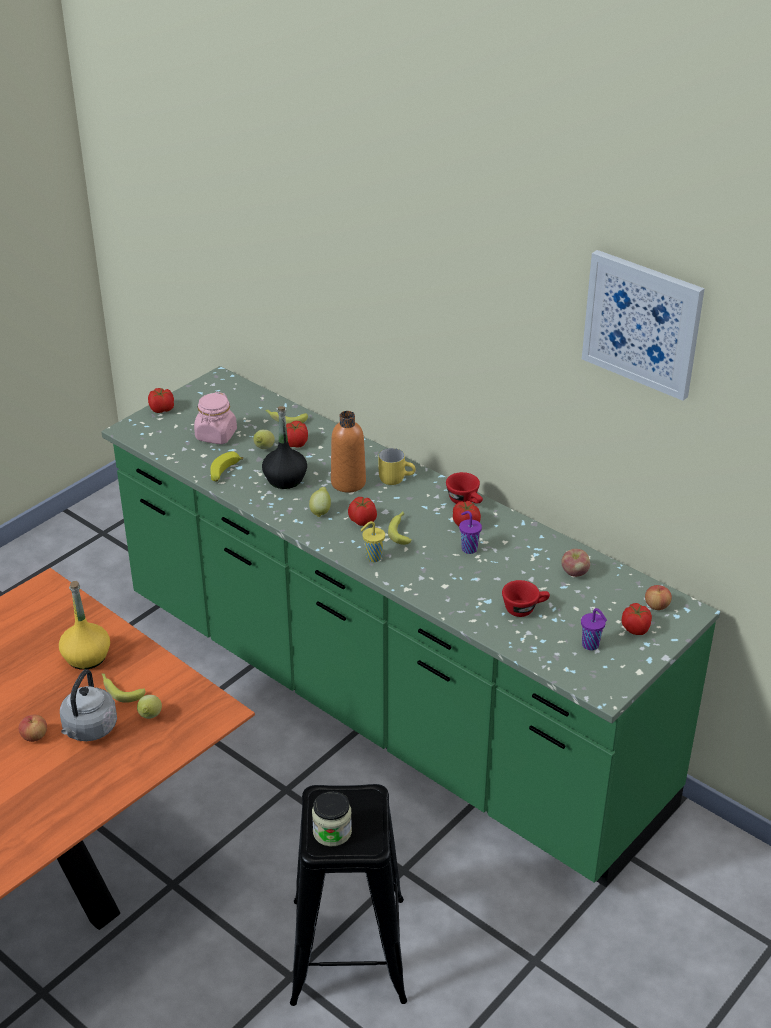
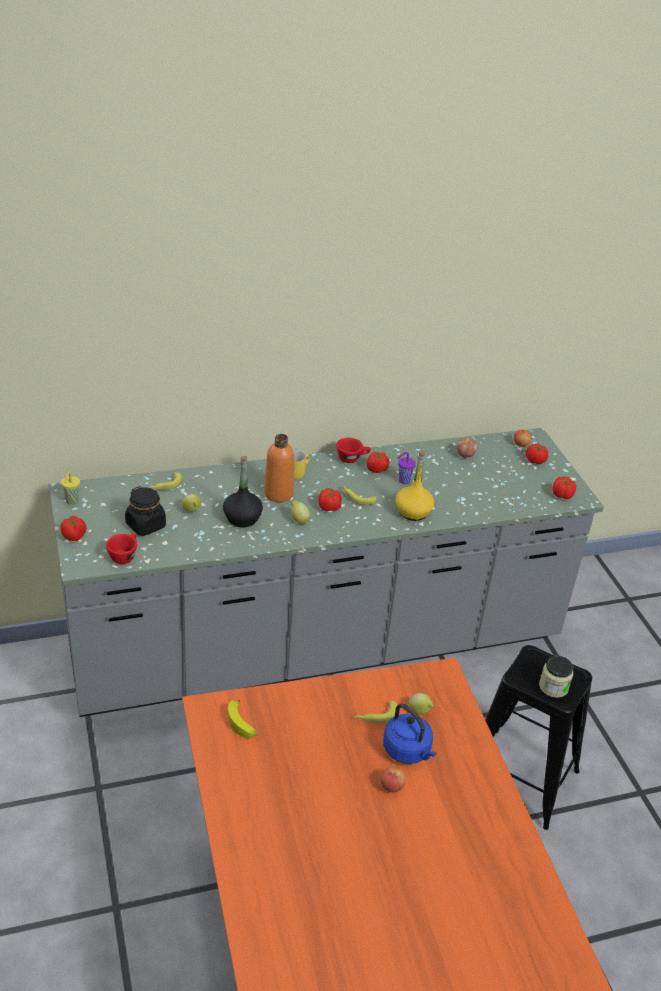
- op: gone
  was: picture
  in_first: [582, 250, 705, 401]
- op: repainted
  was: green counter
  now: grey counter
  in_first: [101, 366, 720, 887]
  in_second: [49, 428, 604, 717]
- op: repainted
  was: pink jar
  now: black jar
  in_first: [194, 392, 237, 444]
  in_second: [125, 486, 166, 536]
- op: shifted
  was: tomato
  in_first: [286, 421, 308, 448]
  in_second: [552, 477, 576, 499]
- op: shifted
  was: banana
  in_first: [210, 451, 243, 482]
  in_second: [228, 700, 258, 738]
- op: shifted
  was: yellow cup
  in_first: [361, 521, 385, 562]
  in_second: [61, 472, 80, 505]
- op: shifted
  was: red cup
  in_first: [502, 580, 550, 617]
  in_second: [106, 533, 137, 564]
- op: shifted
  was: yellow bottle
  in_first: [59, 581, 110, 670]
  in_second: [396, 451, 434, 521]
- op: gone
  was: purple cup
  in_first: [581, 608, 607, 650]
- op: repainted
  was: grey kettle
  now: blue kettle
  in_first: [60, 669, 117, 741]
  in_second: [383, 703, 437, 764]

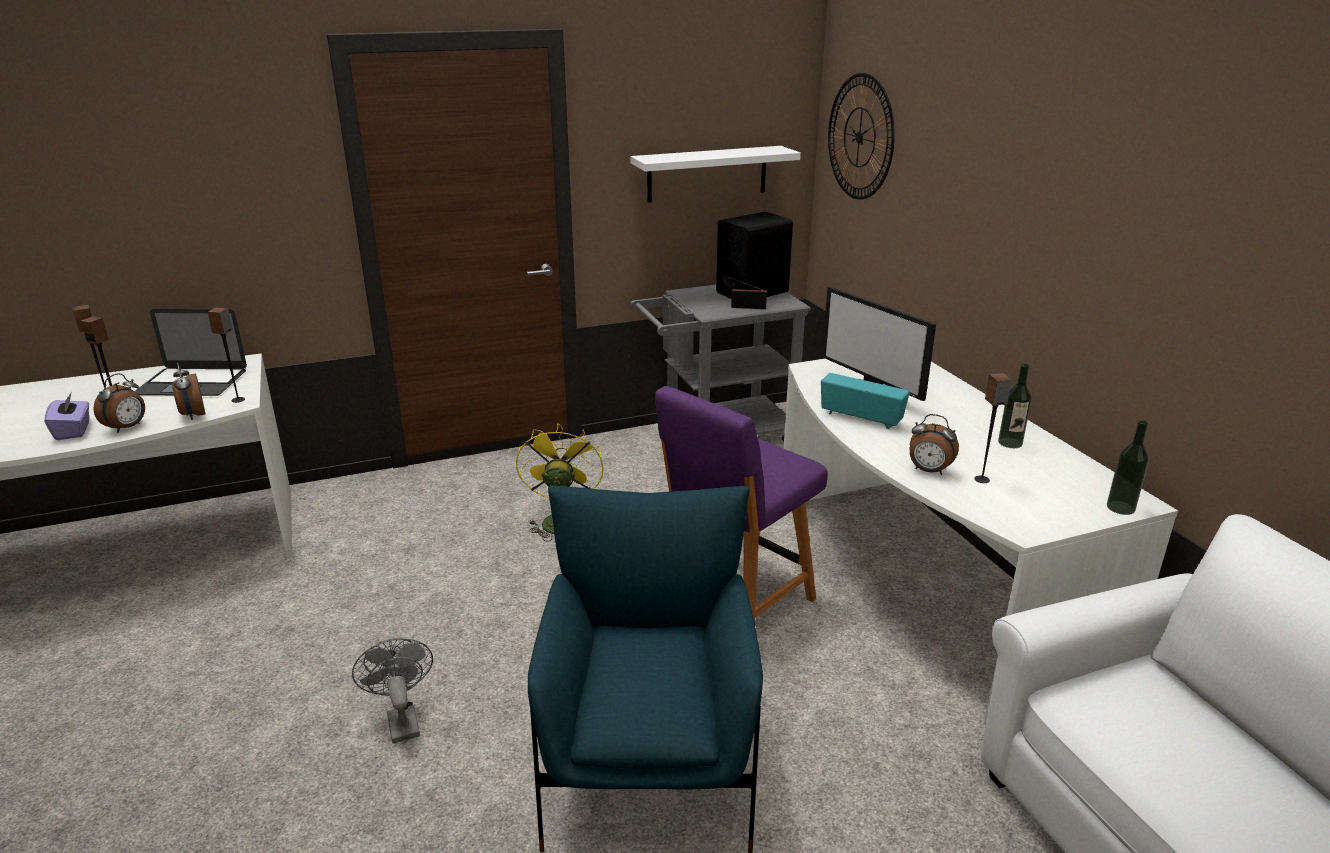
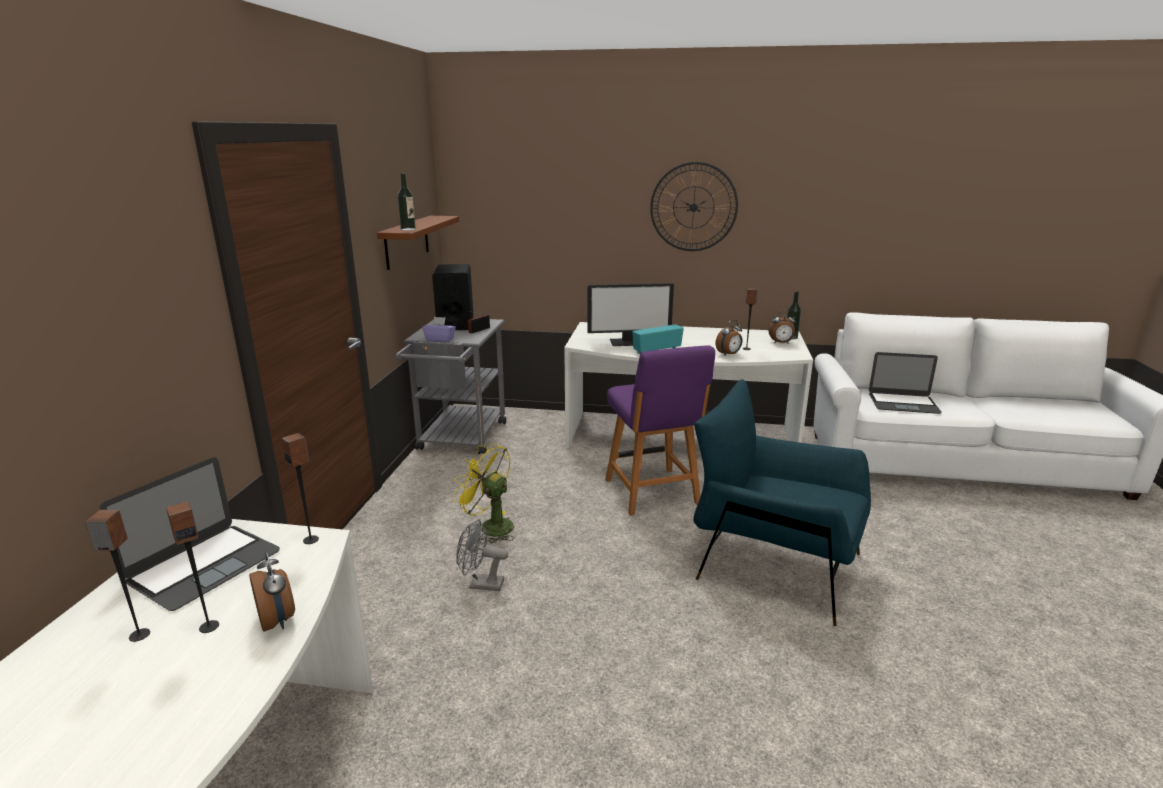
- op: shifted
  was: wall clock
  in_first: [828, 73, 895, 200]
  in_second: [650, 162, 738, 251]
- op: repainted
  was: white shelf
  now: brown shelf
  in_first: [631, 146, 801, 203]
  in_second: [377, 216, 459, 270]
- op: shifted
  was: alarm clock
  in_first: [172, 362, 205, 420]
  in_second: [768, 310, 796, 344]
- op: shifted
  was: bottle
  in_first: [998, 364, 1031, 448]
  in_second: [398, 173, 416, 231]
- op: shifted
  was: purple tissue box
  in_first: [45, 393, 89, 440]
  in_second: [422, 317, 456, 342]
- op: shifted
  was: grey fan
  in_first: [352, 638, 433, 744]
  in_second: [456, 519, 508, 591]
- op: new
  now: laptop
  in_second: [869, 352, 942, 414]

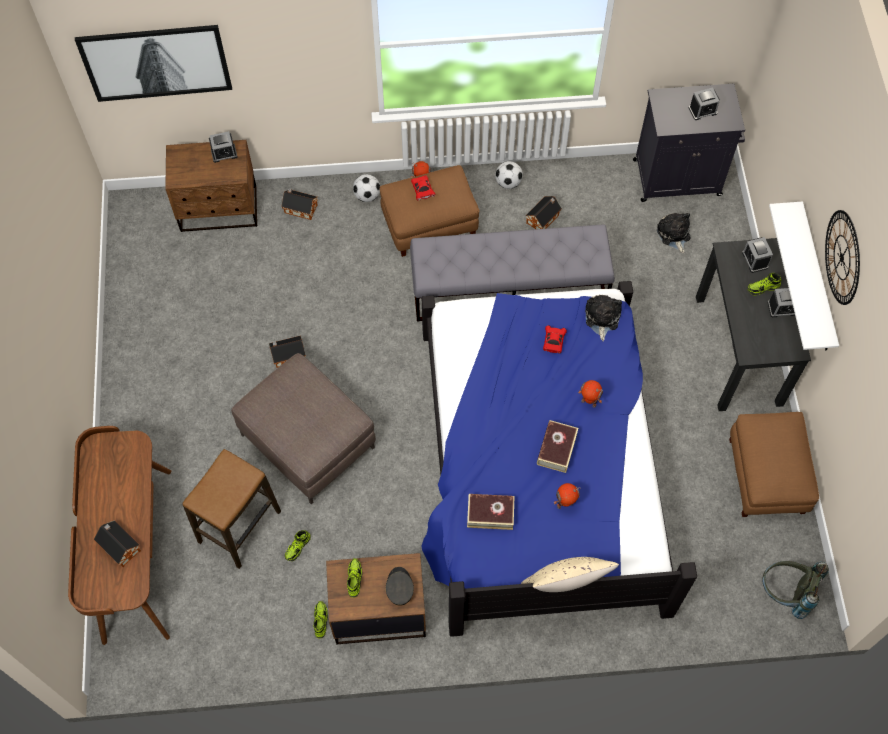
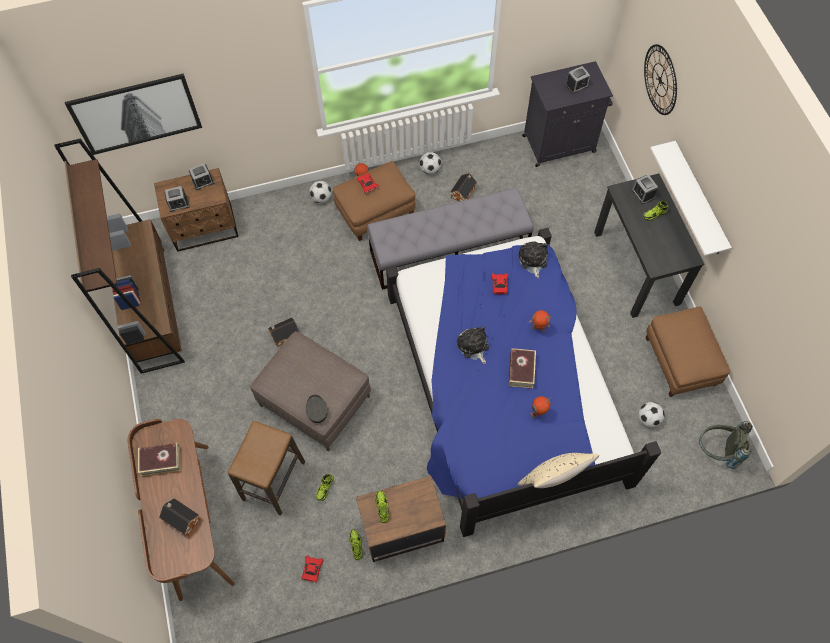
- op: gone
  was: toy house
  in_first: [281, 188, 318, 220]
- op: shifted
  was: wall clock
  in_first: [825, 210, 860, 305]
  in_second: [644, 44, 677, 115]
- op: shifted
  was: plush toy
  in_first: [657, 213, 691, 254]
  in_second: [457, 326, 489, 364]
- op: shifted
  was: alarm clock
  in_first: [768, 288, 795, 317]
  in_second: [164, 186, 190, 212]
- op: shifted
  was: book
  in_first: [467, 494, 515, 530]
  in_second: [138, 443, 181, 476]
- op: shifted
  was: grey cap
  in_first: [386, 567, 414, 606]
  in_second: [305, 395, 328, 423]
- op: new
  now: brown bookcase
  in_second: [54, 138, 185, 374]
- op: new
  now: football
  in_second: [638, 402, 665, 428]
- op: new
  now: red toy car
  in_second: [302, 555, 324, 582]

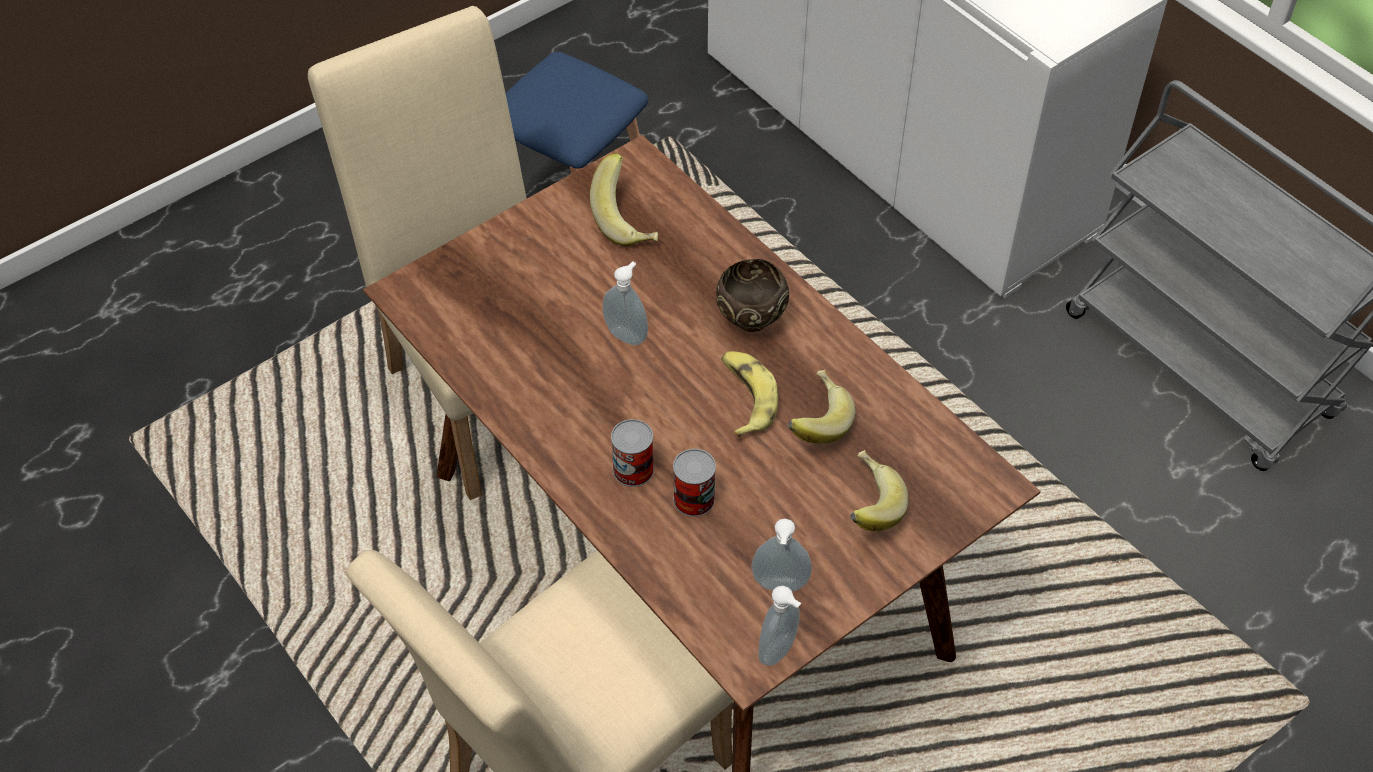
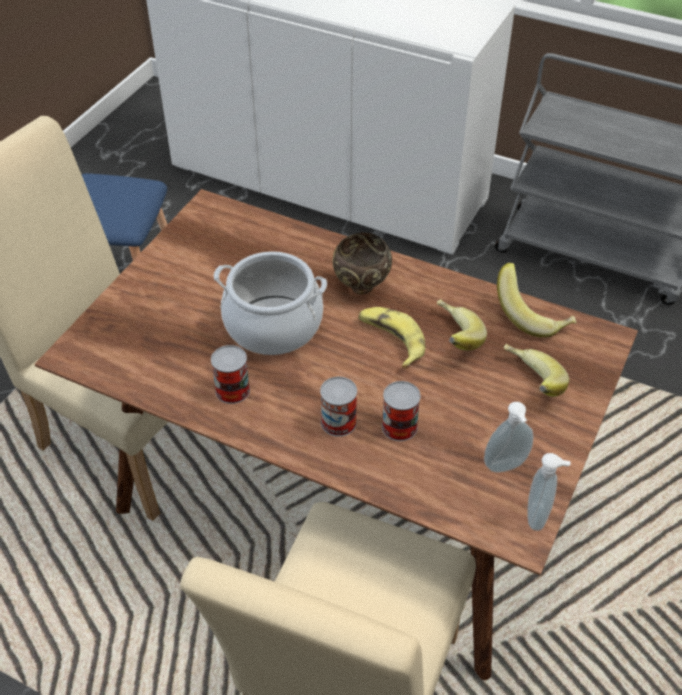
- op: shifted
  was: banana
  in_first: [590, 153, 658, 246]
  in_second: [497, 262, 577, 338]
- op: swapped
  was: soap dispenser
  now: cooking pot
  in_first: [602, 261, 648, 346]
  in_second: [214, 251, 327, 355]
- op: new
  now: can
  in_second: [211, 345, 250, 404]

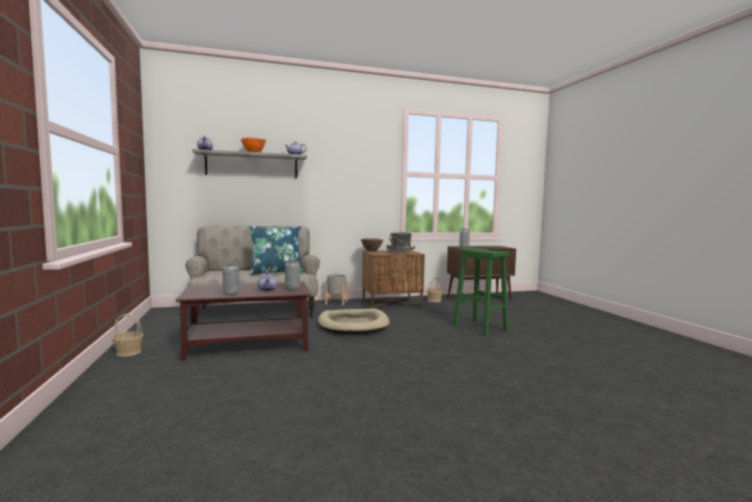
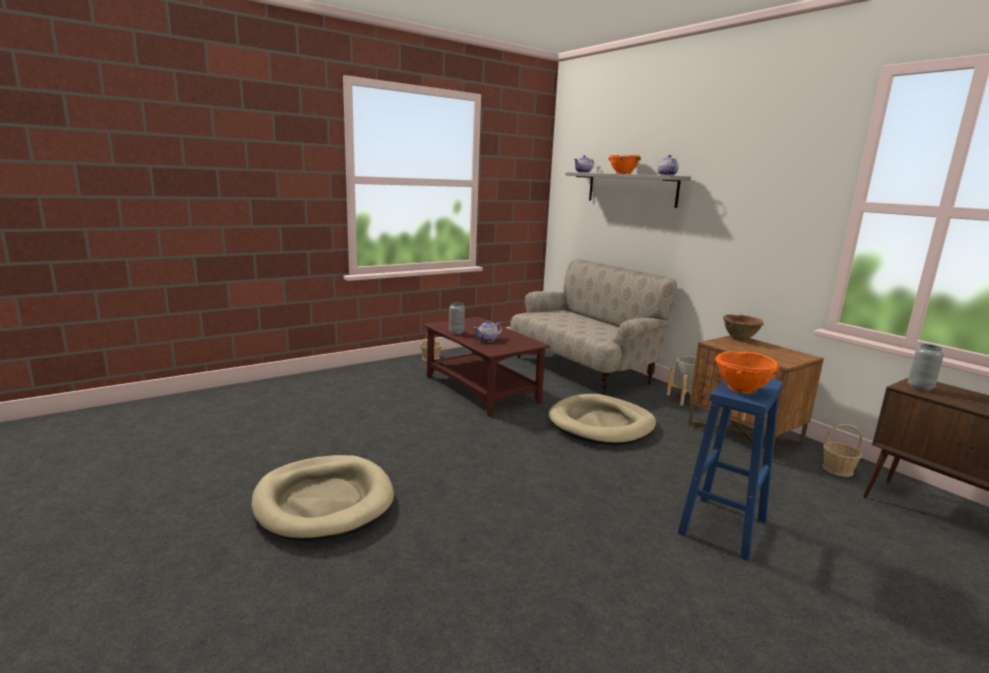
- op: gone
  was: blue pillow
  in_first: [249, 226, 304, 275]
- op: gone
  was: grey hat
  in_first: [386, 232, 415, 254]
- op: repainted
  was: green stool
  now: blue stool
  in_first: [453, 248, 510, 336]
  in_second: [678, 379, 783, 561]
- op: gone
  was: grey vase
  in_first: [285, 260, 300, 290]
- op: new
  now: orange bowl
  in_second: [715, 351, 779, 394]
- op: new
  now: beige dog bed
  in_second: [251, 455, 394, 541]

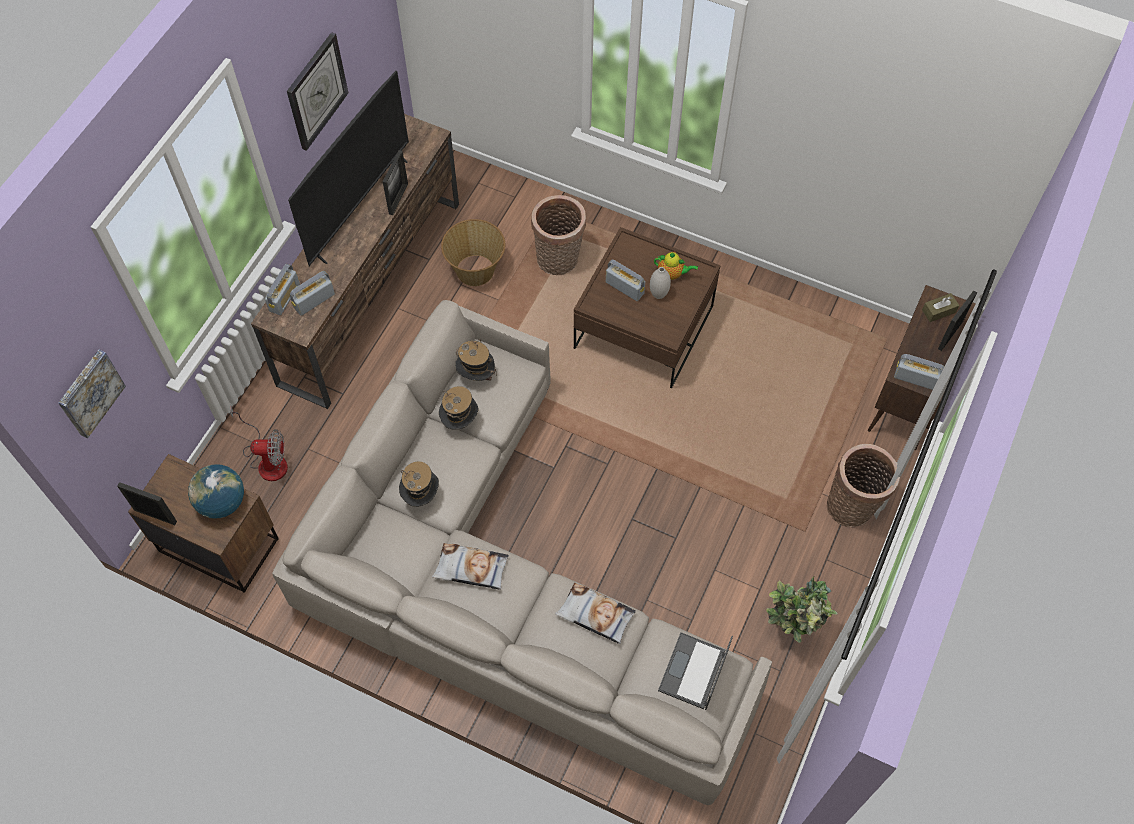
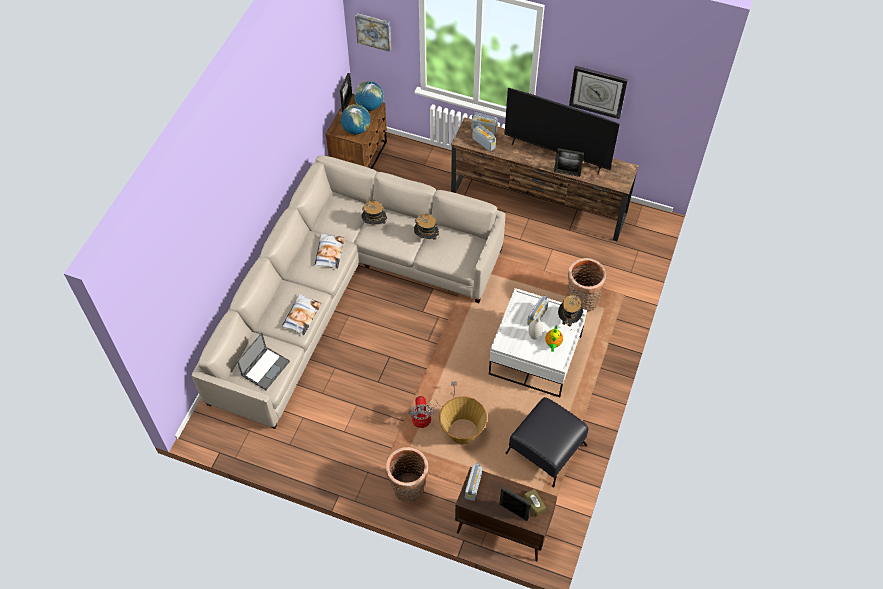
- op: shifted
  was: basket
  in_first: [441, 219, 505, 286]
  in_second: [439, 396, 487, 444]
- op: repainted
  was: brown coffee table
  now: white coffee table
  in_first: [574, 227, 721, 389]
  in_second: [489, 288, 587, 397]
- op: shifted
  was: hat
  in_first: [455, 339, 496, 381]
  in_second: [558, 295, 583, 326]
- op: shifted
  was: fan
  in_first: [230, 406, 288, 481]
  in_second: [409, 381, 457, 428]
- op: gone
  was: potted plant
  in_first: [766, 576, 838, 643]
- op: rotated
  was: laptop
  in_first: [658, 632, 733, 710]
  in_second: [237, 333, 290, 390]
  clockwise: 105
- op: new
  now: globe
  in_second: [354, 81, 384, 111]
- op: new
  now: black ottoman
  in_second: [506, 397, 589, 487]

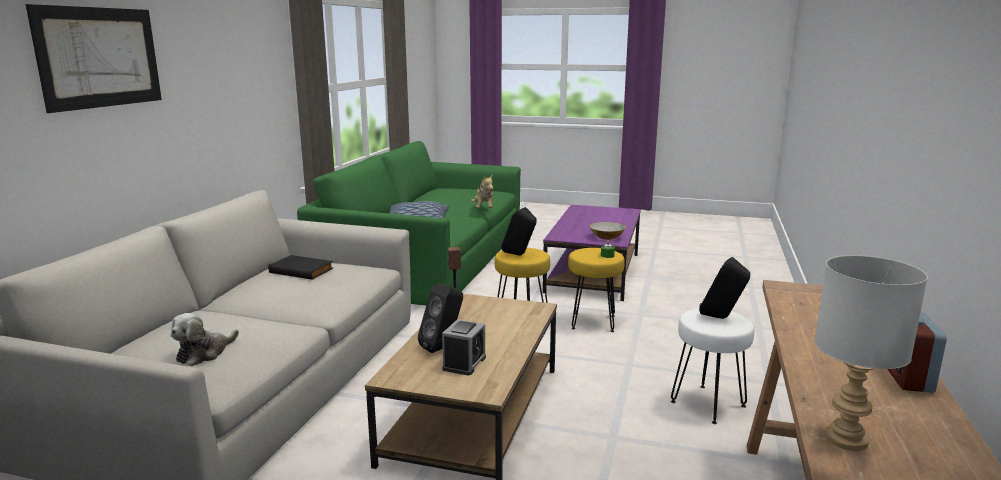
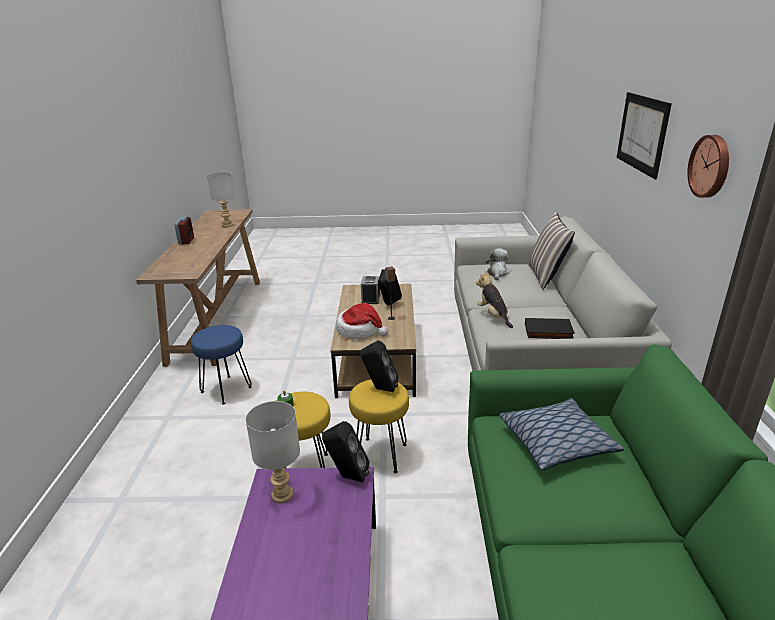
- op: shifted
  was: plush toy
  in_first: [471, 174, 493, 208]
  in_second: [476, 271, 513, 328]
- op: swapped
  was: bowl
  now: grey table lamp
  in_first: [589, 222, 626, 240]
  in_second: [246, 401, 300, 503]
- op: shifted
  was: black speaker
  in_first: [699, 257, 750, 319]
  in_second: [322, 421, 369, 483]
- op: repainted
  was: white stool
  now: blue stool
  in_first: [671, 308, 754, 424]
  in_second: [191, 325, 252, 405]
- op: new
  now: wall clock
  in_second: [687, 135, 729, 198]
- op: new
  now: pillow
  in_second: [528, 212, 575, 290]
- op: new
  now: hat
  in_second: [336, 303, 388, 339]

